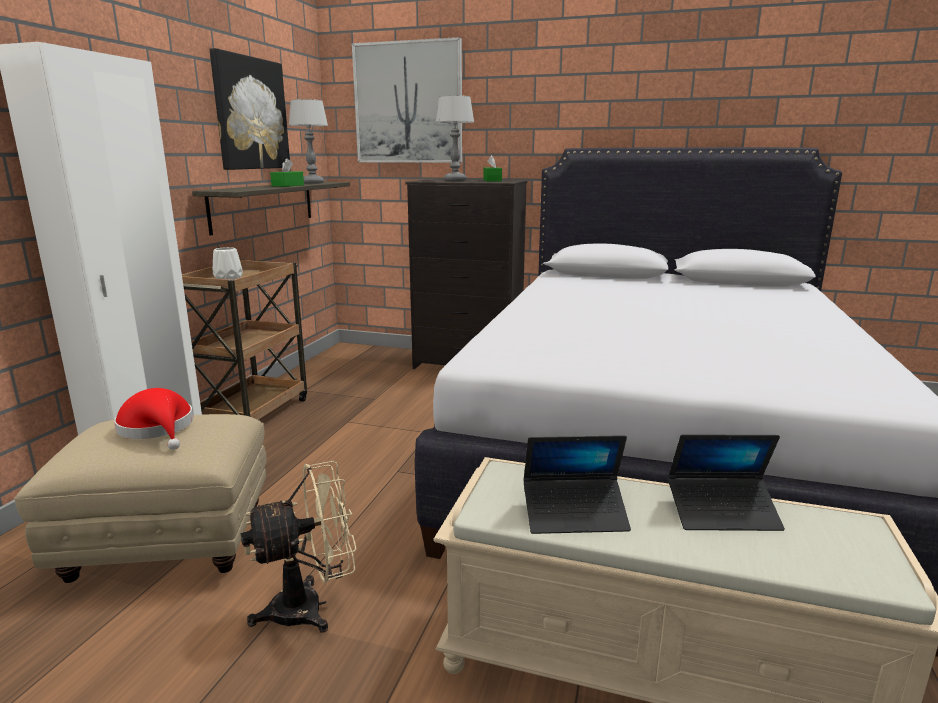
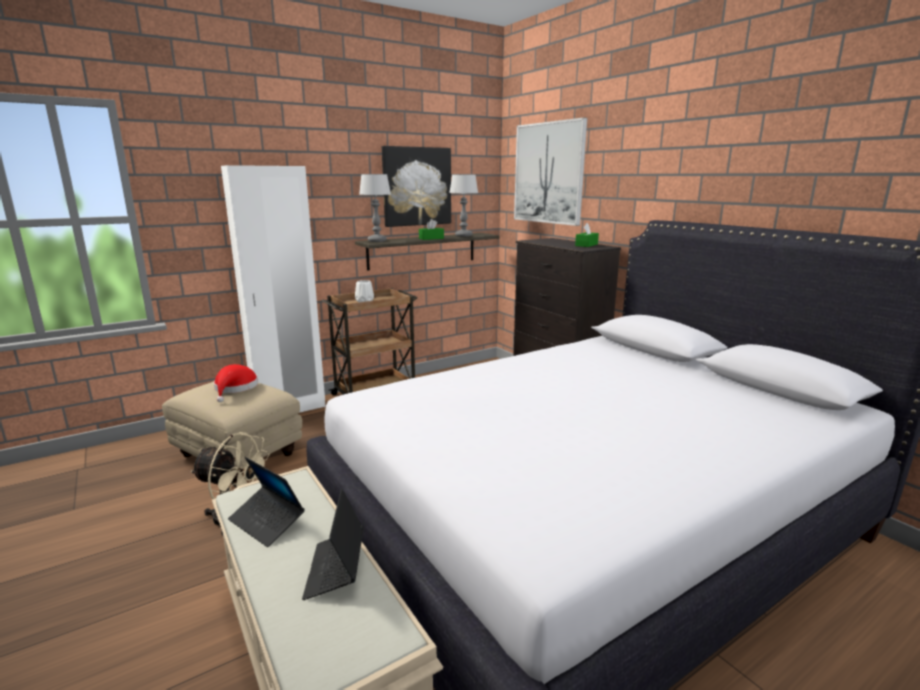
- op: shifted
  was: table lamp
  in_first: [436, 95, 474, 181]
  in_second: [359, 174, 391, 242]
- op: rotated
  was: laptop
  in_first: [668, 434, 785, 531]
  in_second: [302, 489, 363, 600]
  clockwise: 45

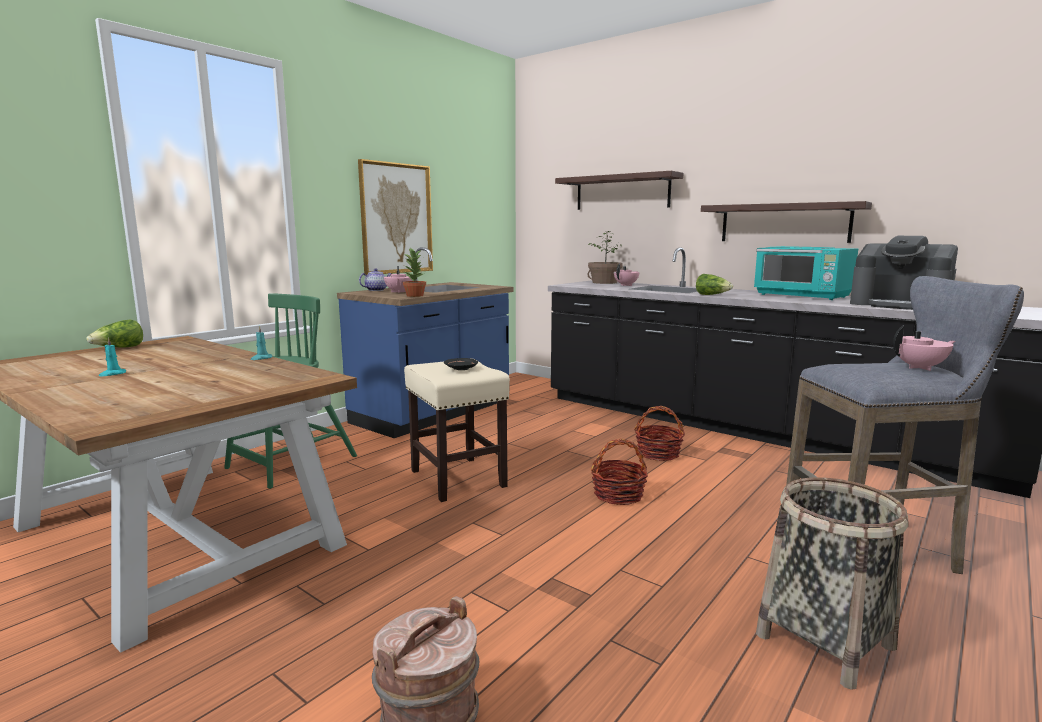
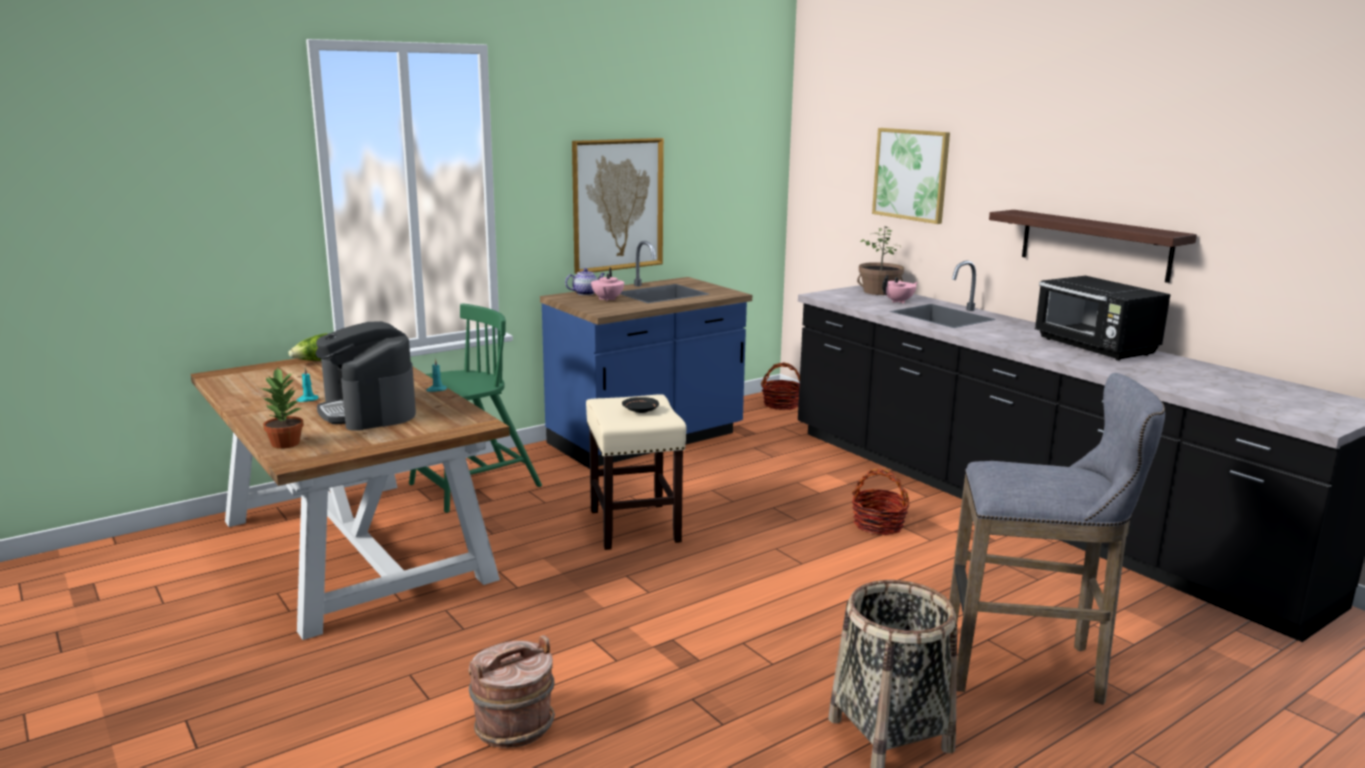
- op: swapped
  was: shelf
  now: picture
  in_first: [555, 171, 683, 210]
  in_second: [872, 128, 950, 224]
- op: shifted
  was: coffee machine
  in_first: [850, 236, 958, 310]
  in_second: [316, 321, 416, 431]
- op: repainted
  was: turquoise microwave
  now: black microwave
  in_first: [754, 246, 858, 300]
  in_second: [1035, 276, 1171, 361]
- op: shifted
  was: potted plant
  in_first: [403, 248, 426, 297]
  in_second: [263, 368, 304, 449]
- op: gone
  was: lettuce
  in_first: [696, 274, 733, 295]
- op: gone
  was: pink teapot
  in_first: [893, 326, 955, 371]
- op: shifted
  was: basket
  in_first: [591, 439, 648, 505]
  in_second: [761, 362, 800, 410]

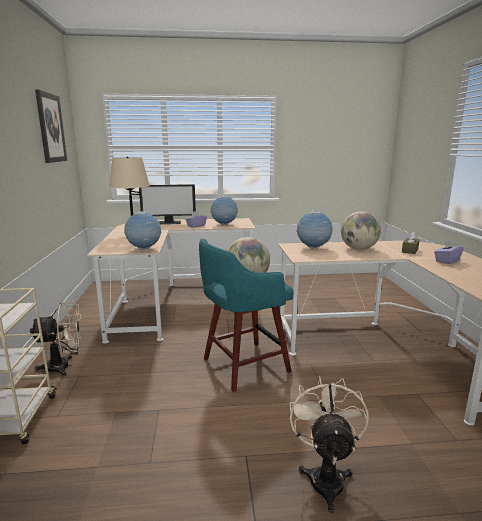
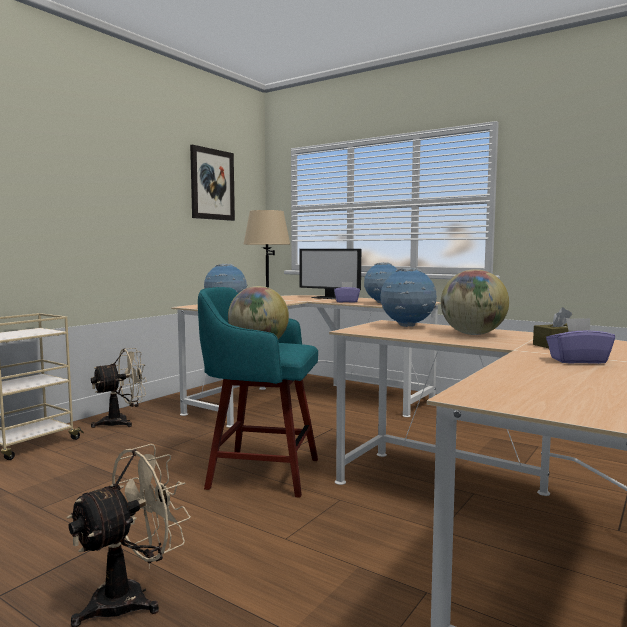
- op: rotated
  was: beige fan
  in_first: [30, 301, 82, 376]
  in_second: [91, 348, 147, 428]
  clockwise: -60

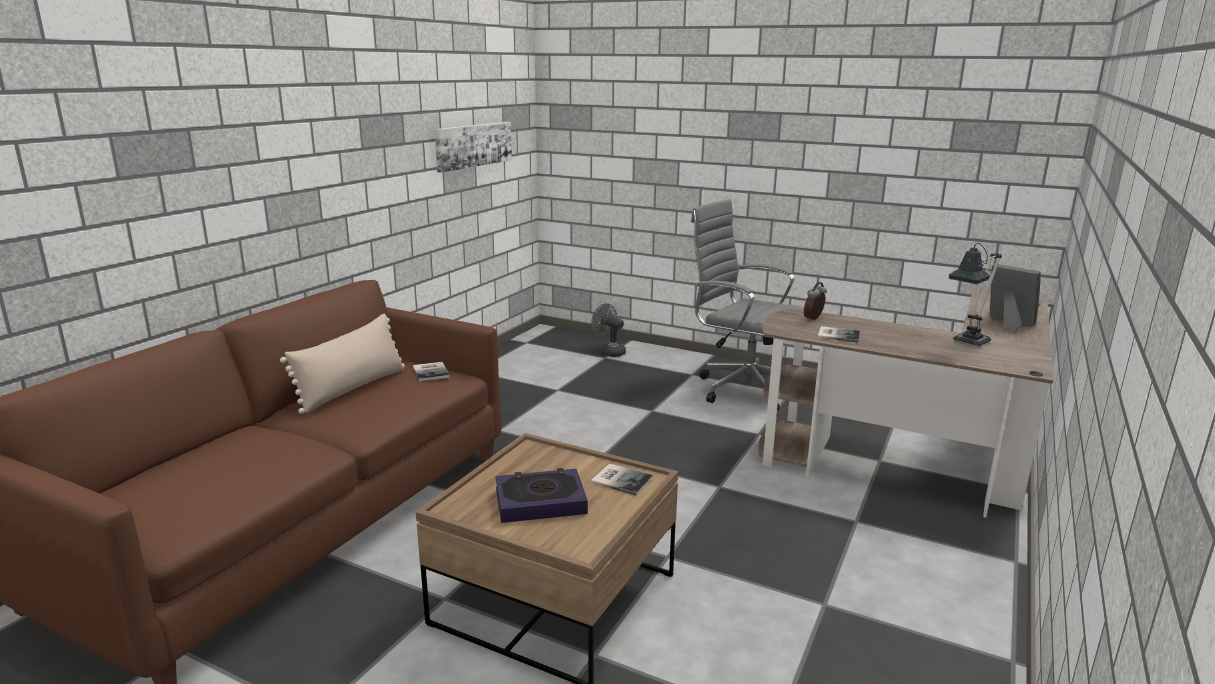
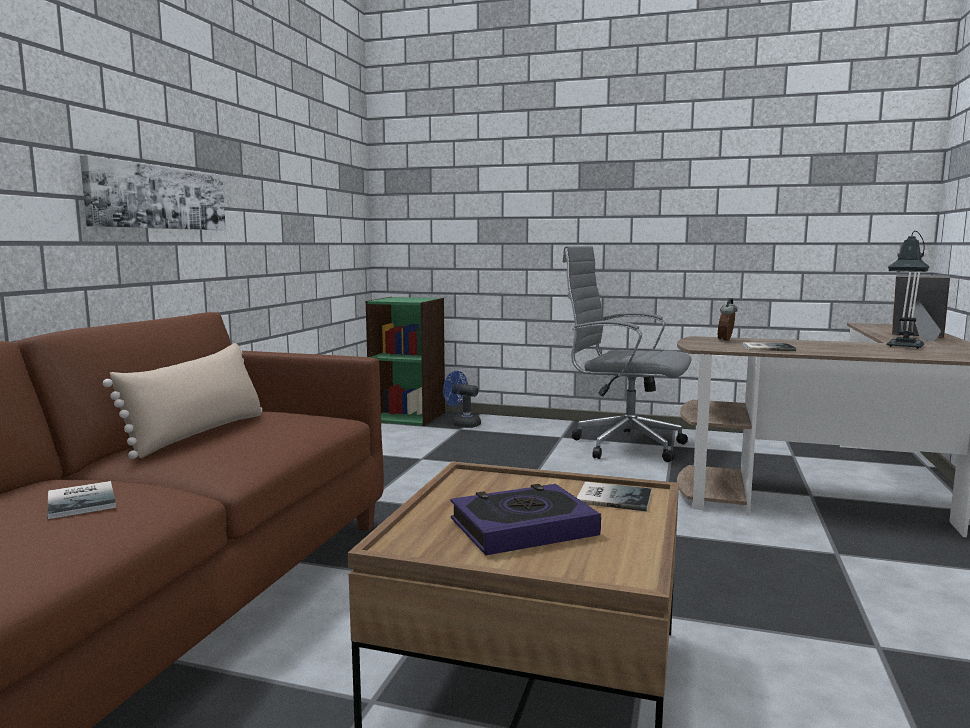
- op: shifted
  was: picture
  in_first: [435, 122, 512, 173]
  in_second: [80, 155, 226, 230]
- op: repainted
  was: grey fan
  now: blue fan
  in_first: [591, 303, 626, 357]
  in_second: [443, 371, 481, 428]
- op: shifted
  was: book
  in_first: [413, 362, 449, 381]
  in_second: [47, 481, 116, 519]
- op: new
  now: green bookcase
  in_second: [366, 297, 445, 426]

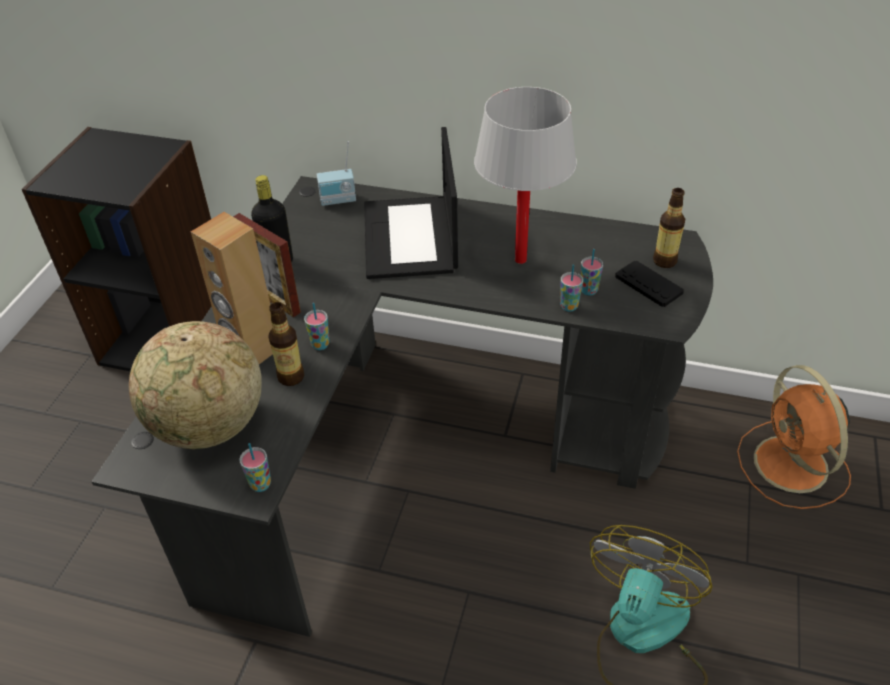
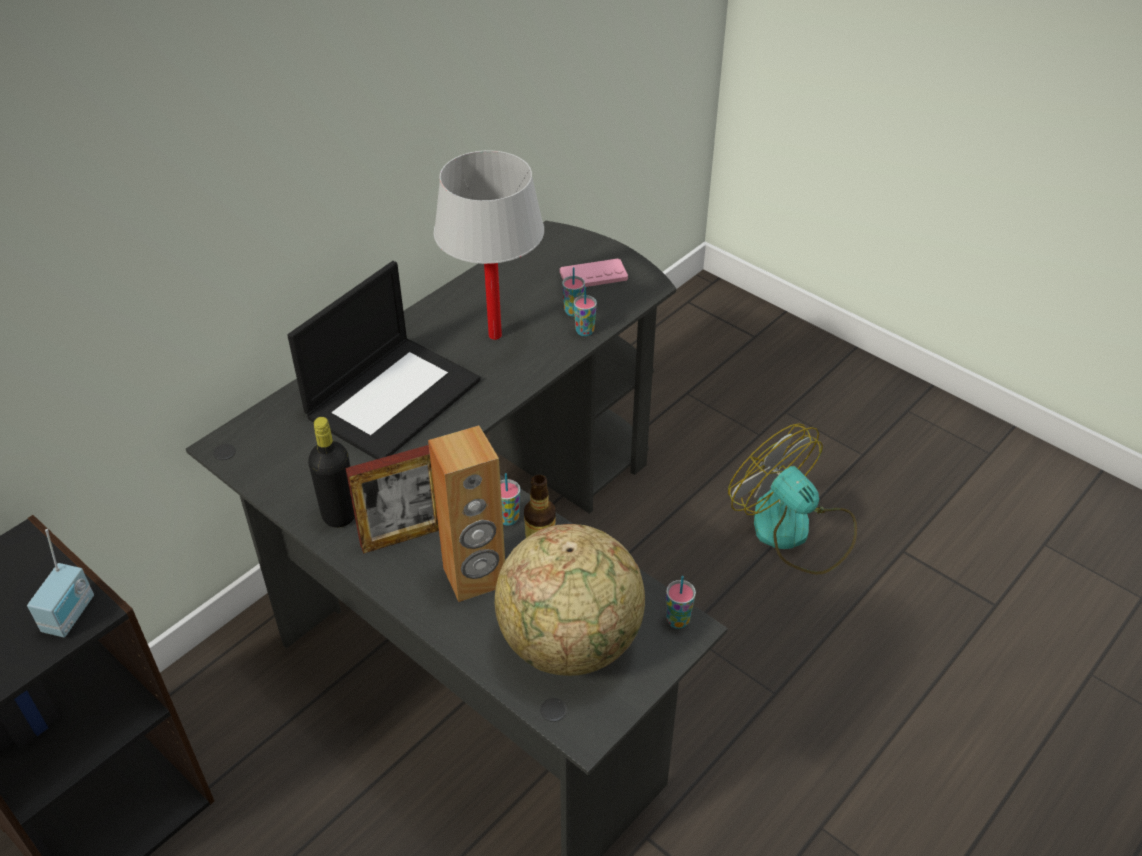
- op: rotated
  was: laptop
  in_first: [364, 127, 458, 279]
  in_second: [287, 261, 481, 459]
  clockwise: -75
- op: shifted
  was: radio
  in_first: [317, 141, 356, 206]
  in_second: [27, 529, 94, 637]
- op: gone
  was: bottle
  in_first: [653, 188, 685, 268]
- op: repainted
  was: black game controller
  now: pink game controller
  in_first: [615, 261, 684, 307]
  in_second: [560, 258, 628, 287]
- op: gone
  was: orange fan
  in_first: [737, 365, 851, 509]

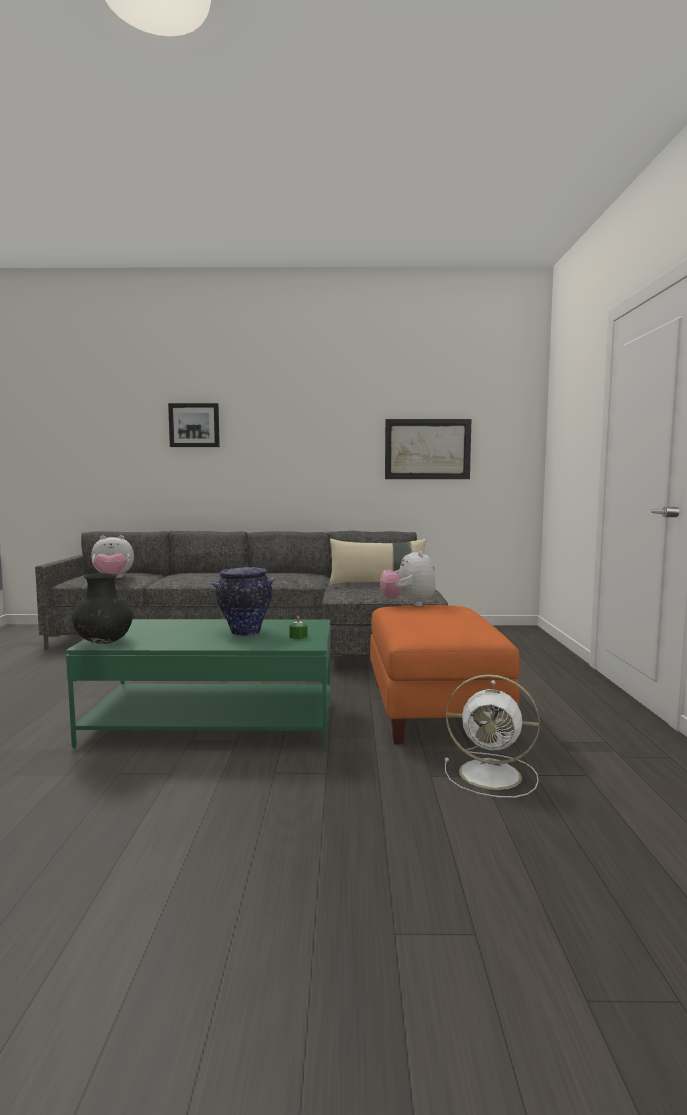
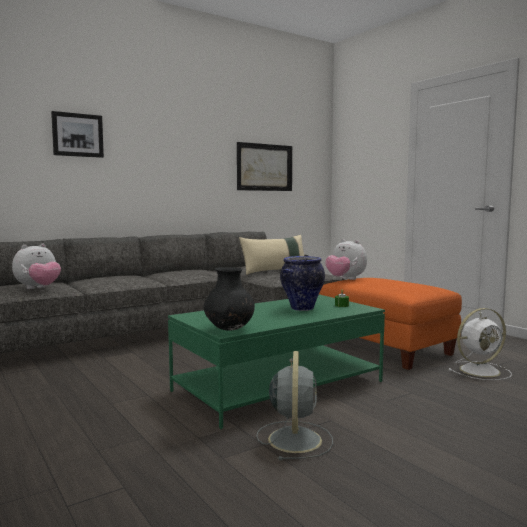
- op: new
  now: grey fan
  in_second: [256, 351, 333, 460]

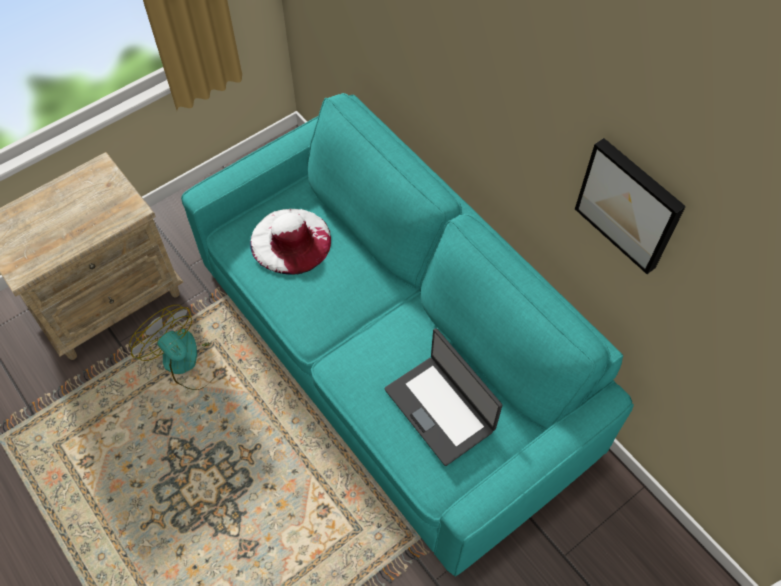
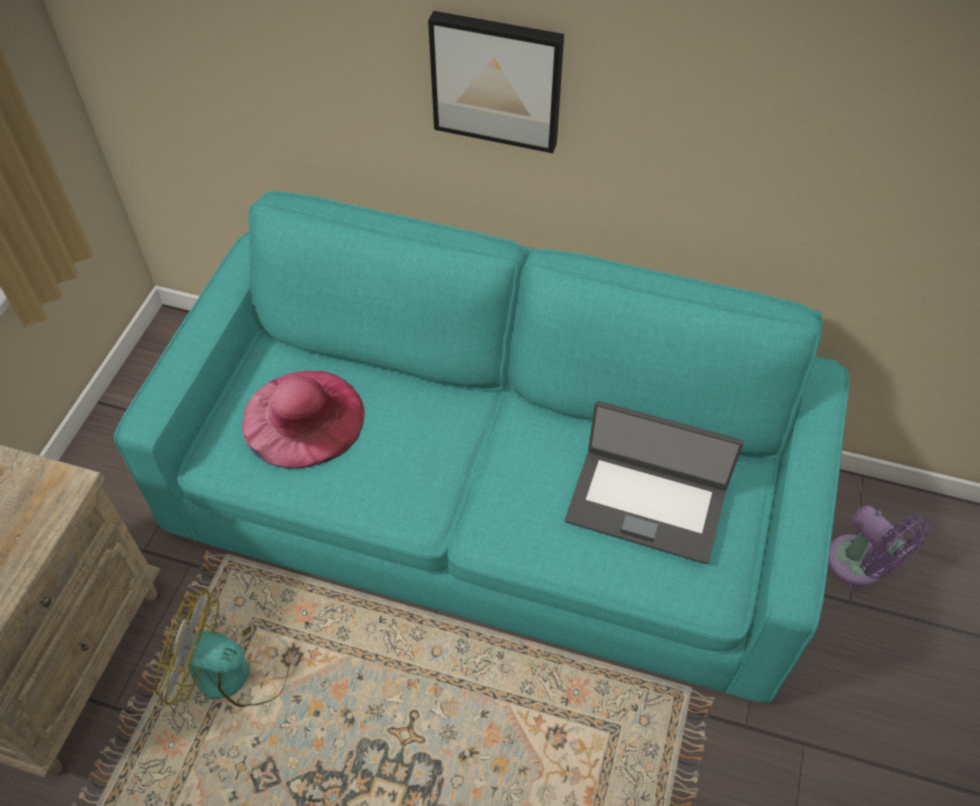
- op: shifted
  was: picture
  in_first: [575, 138, 686, 274]
  in_second: [428, 11, 564, 153]
- op: repainted
  was: white hat
  now: pink hat
  in_first: [250, 209, 331, 275]
  in_second: [242, 370, 365, 469]
- op: new
  now: purple fan
  in_second: [828, 505, 930, 586]

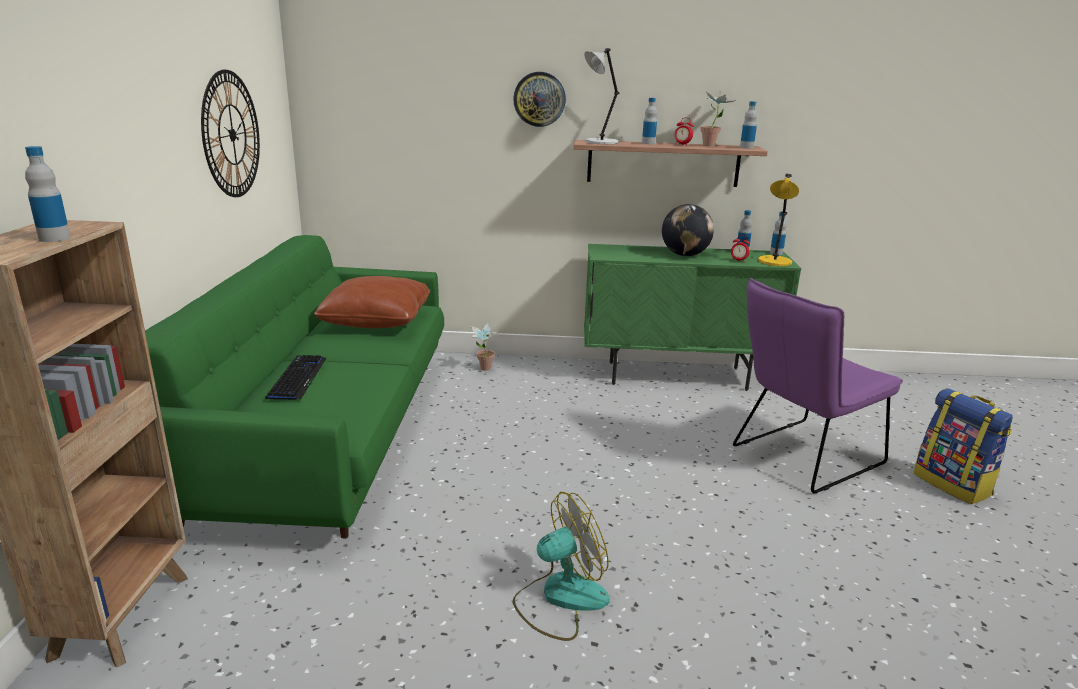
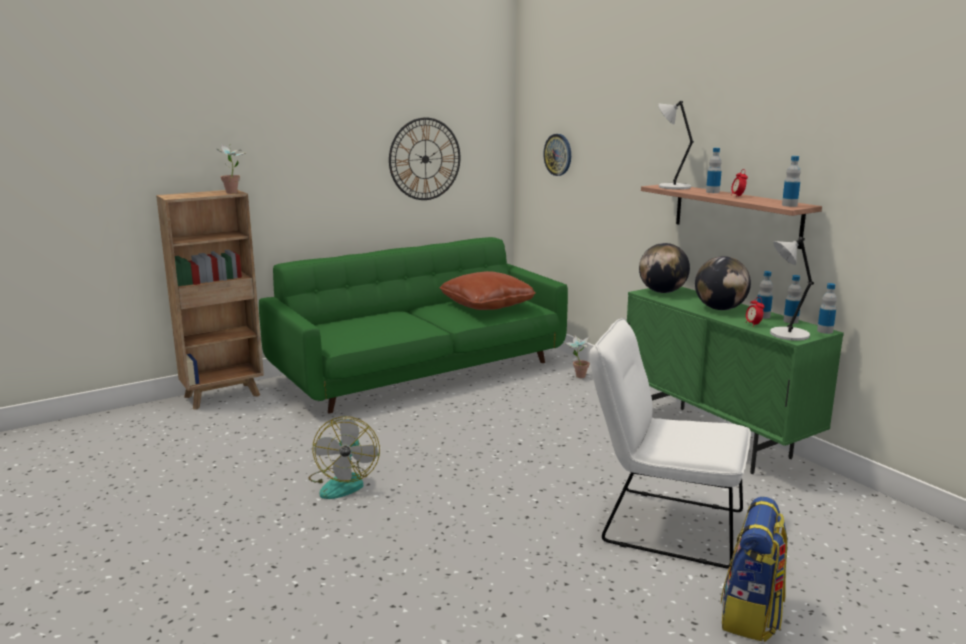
- op: shifted
  was: wall clock
  in_first: [513, 72, 566, 127]
  in_second: [543, 134, 571, 176]
- op: shifted
  was: potted plant
  in_first: [700, 91, 736, 146]
  in_second: [216, 144, 247, 194]
- op: shifted
  was: bottle
  in_first: [25, 146, 71, 242]
  in_second: [757, 271, 773, 319]
- op: repainted
  was: yellow table lamp
  now: grey table lamp
  in_first: [758, 174, 799, 266]
  in_second: [770, 237, 814, 341]
- op: repainted
  was: purple chair
  now: white chair
  in_first: [733, 278, 903, 493]
  in_second: [589, 318, 751, 568]
- op: gone
  was: keyboard
  in_first: [265, 355, 327, 400]
- op: rotated
  was: fan
  in_first: [513, 492, 610, 641]
  in_second: [308, 416, 380, 499]
  clockwise: 60
- op: new
  now: globe
  in_second: [639, 243, 690, 293]

